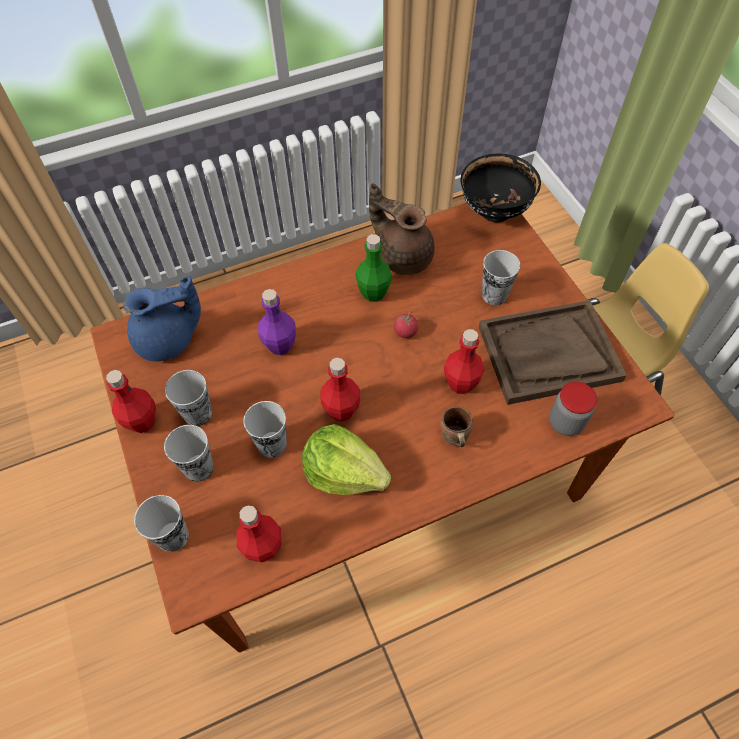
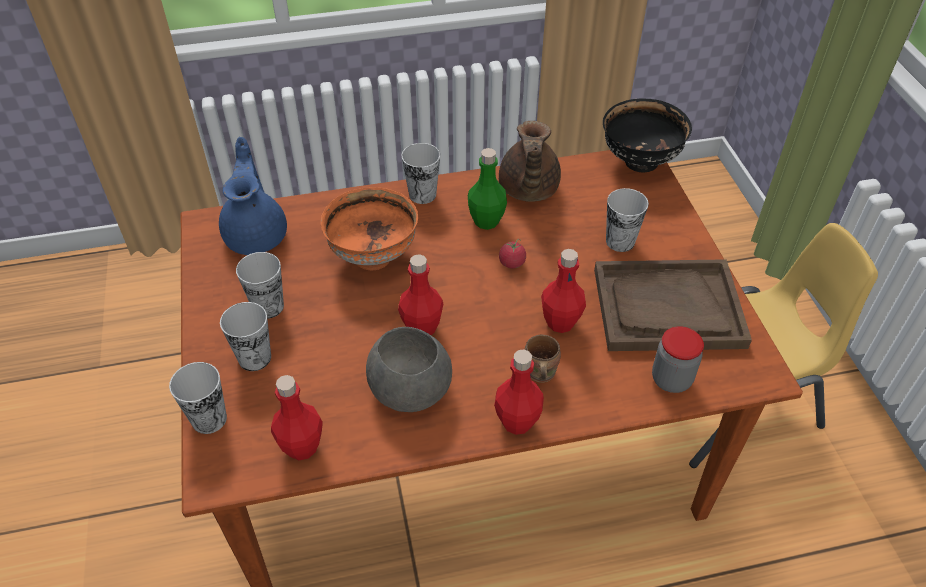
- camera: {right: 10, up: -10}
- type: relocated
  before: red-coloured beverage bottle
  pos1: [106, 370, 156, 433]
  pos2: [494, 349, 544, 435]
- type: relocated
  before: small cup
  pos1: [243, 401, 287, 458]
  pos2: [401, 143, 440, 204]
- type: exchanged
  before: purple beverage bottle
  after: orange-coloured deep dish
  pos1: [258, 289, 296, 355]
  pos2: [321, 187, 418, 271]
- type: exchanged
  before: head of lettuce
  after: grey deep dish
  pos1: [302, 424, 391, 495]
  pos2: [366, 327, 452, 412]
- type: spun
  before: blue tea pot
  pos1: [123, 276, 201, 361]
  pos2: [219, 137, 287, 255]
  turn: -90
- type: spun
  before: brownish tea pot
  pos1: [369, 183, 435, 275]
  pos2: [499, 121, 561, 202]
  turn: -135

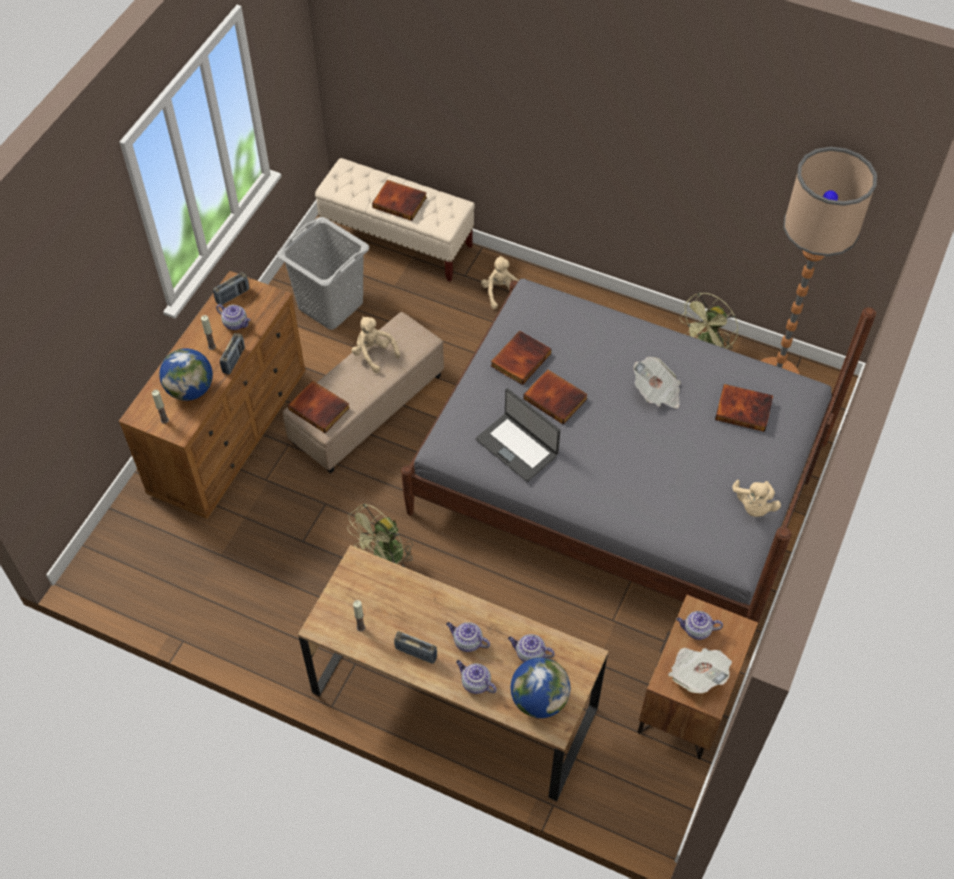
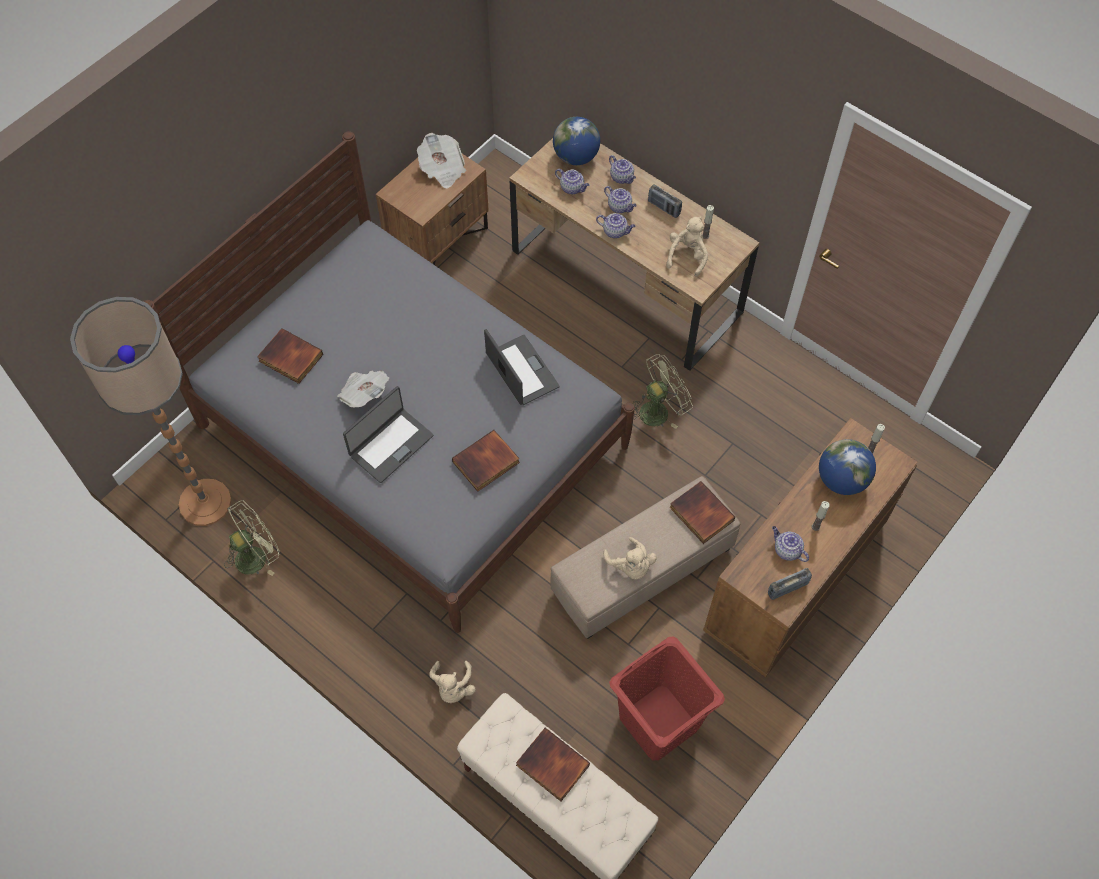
- camera: {right: -165, up: 5}
- type: missing
  before: radio receiver
  pos1: [220, 333, 245, 375]
- type: missing
  before: bound book
  pos1: [523, 369, 588, 425]
- type: appeared
  after: laptop
  pos2: [343, 386, 434, 483]
- type: relocated
  before: tea pot
  pos1: [676, 611, 723, 640]
  pos2: [596, 213, 635, 238]
- type: relocated
  before: beige-coloured soft toy
  pos1: [732, 480, 781, 517]
  pos2: [666, 217, 708, 277]
- type: colour
  before: grey washing basket
  after: red-coloured washing basket
  pos1: [277, 217, 369, 330]
  pos2: [609, 636, 725, 760]

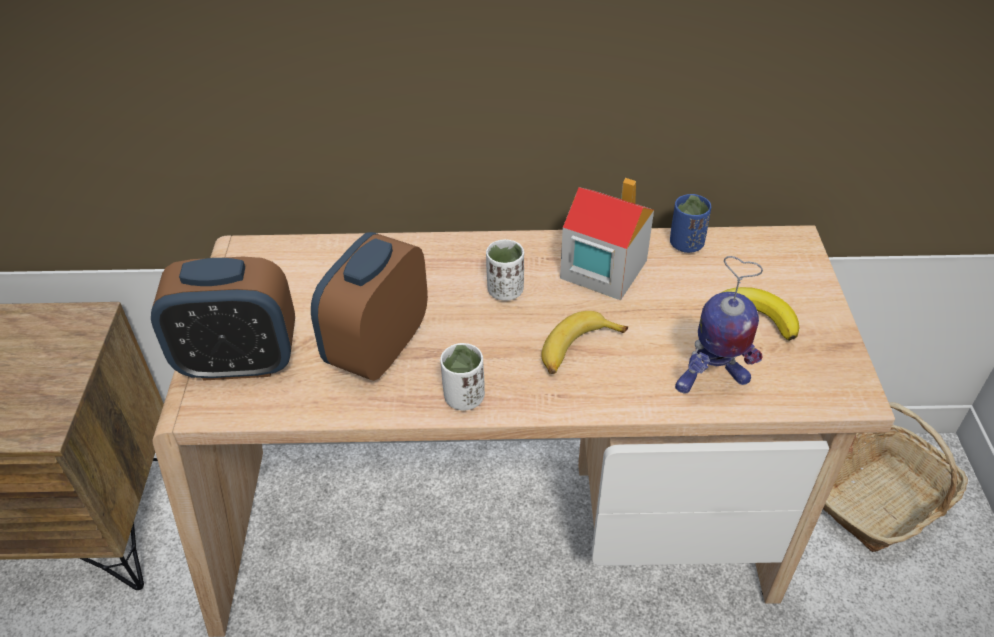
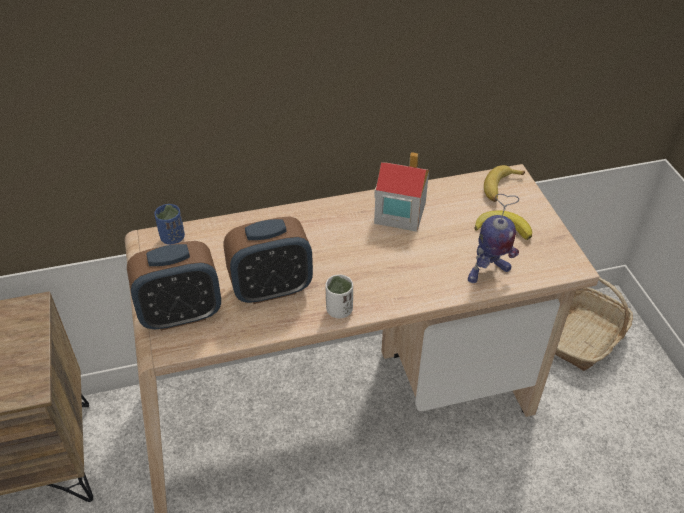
- camera: {right: -15, up: 0}
- type: missing
  before: whitish small cup
  pos1: [486, 239, 524, 301]
- type: relocated
  before: whole banana
  pos1: [541, 311, 628, 374]
  pos2: [484, 165, 525, 202]
- type: relocated
  before: blue small cup
  pos1: [670, 194, 711, 253]
  pos2: [154, 204, 185, 245]
- type: spun
  before: alarm clock
  pos1: [311, 232, 428, 381]
  pos2: [223, 216, 313, 304]
  turn: -120

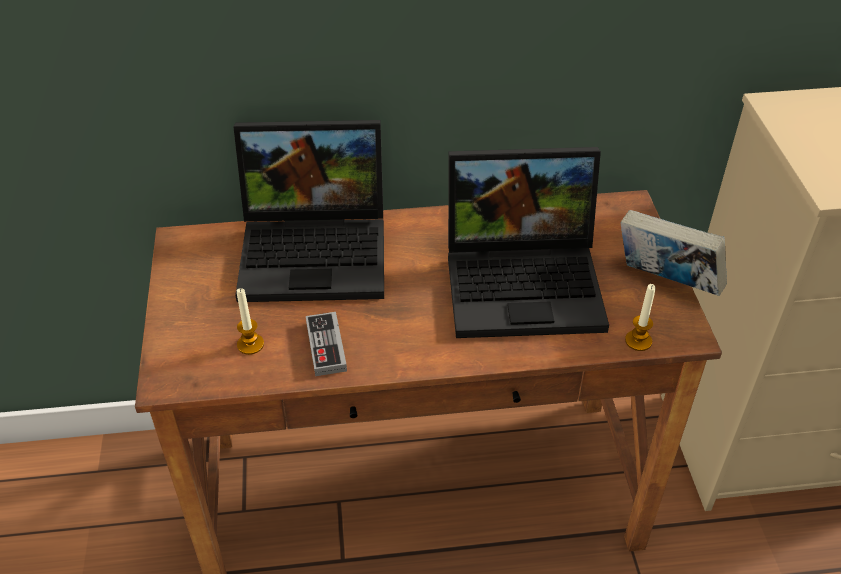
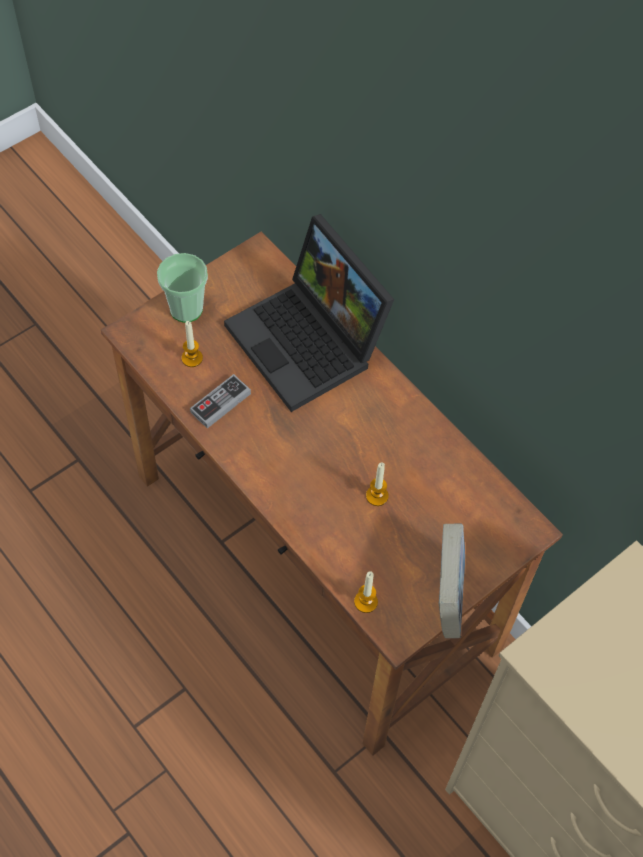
- camera: {right: 55, up: 15}
- type: appeared
  after: small cup
  pos2: [157, 253, 208, 323]
- type: exchanged
  before: laptop
  after: candle
  pos1: [448, 147, 609, 338]
  pos2: [366, 463, 389, 506]

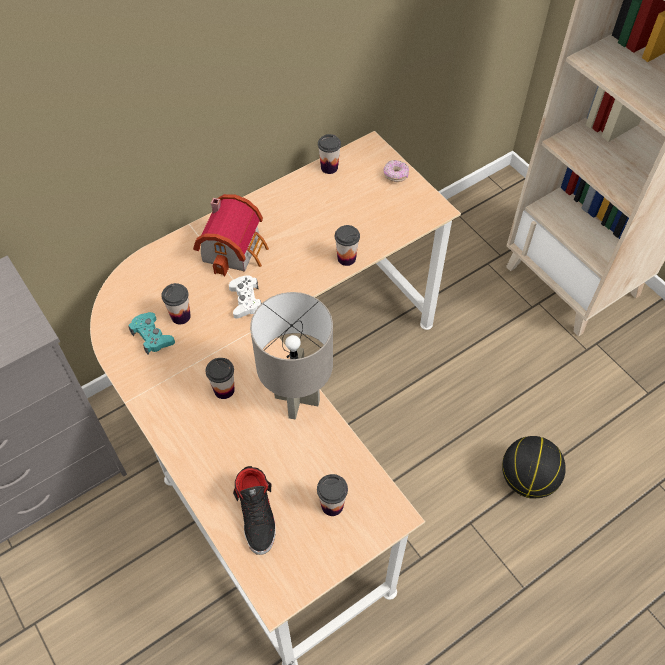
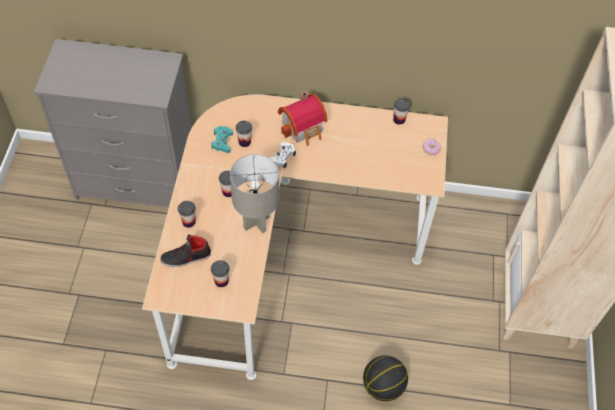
- camera: {right: 40, up: 0}
- type: relocated
  before: small cup
  pos1: [335, 225, 360, 266]
  pos2: [178, 201, 196, 228]
- type: spun
  before: black-coloured item of footwear
  pos1: [233, 466, 276, 555]
  pos2: [160, 234, 211, 267]
  turn: 45

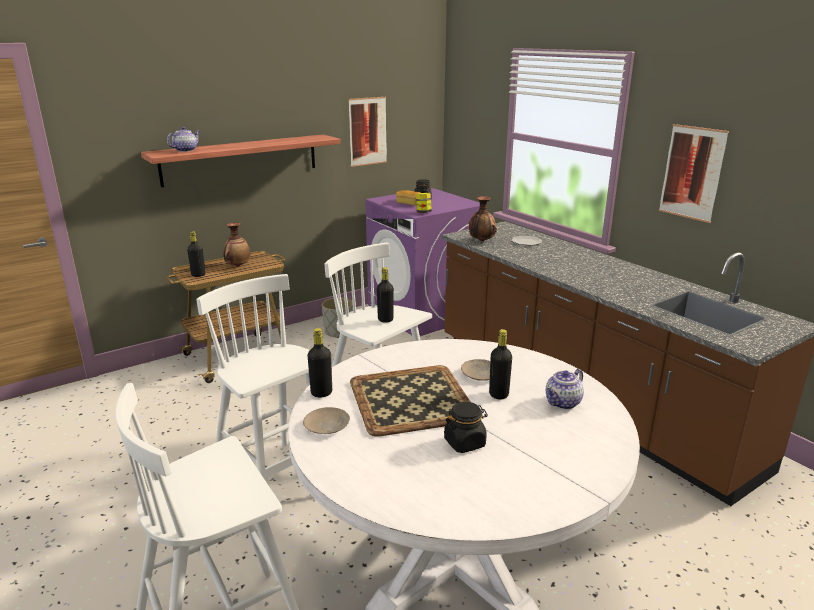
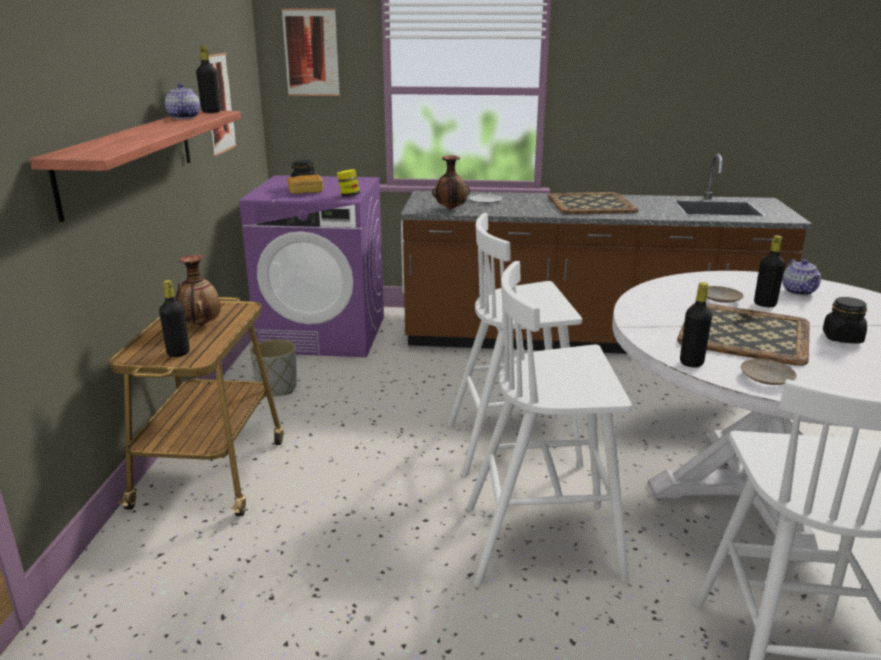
- camera: {right: -50, up: 0}
- type: appeared
  after: serving tray
  pos2: [548, 192, 639, 214]
- type: relocated
  before: tea pot
  pos1: [167, 127, 200, 152]
  pos2: [165, 83, 200, 119]
- type: relocated
  before: black-coloured beverage bottle
  pos1: [377, 267, 394, 323]
  pos2: [196, 46, 221, 113]
- type: relocated
  before: wall picture
  pos1: [659, 124, 729, 223]
  pos2: [282, 9, 340, 96]

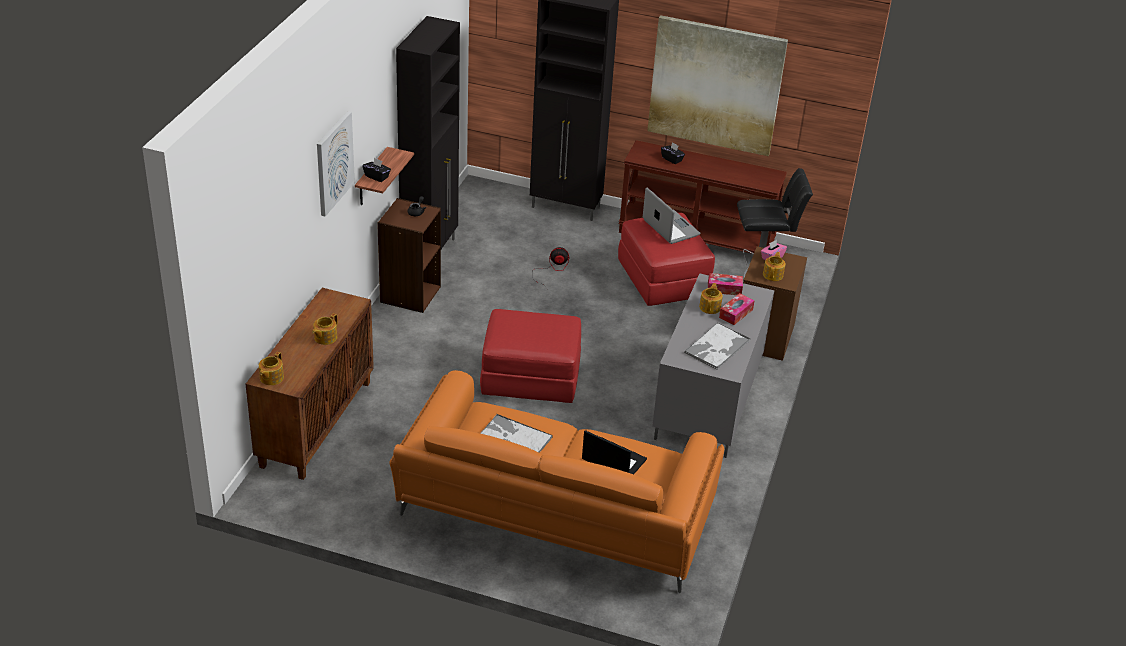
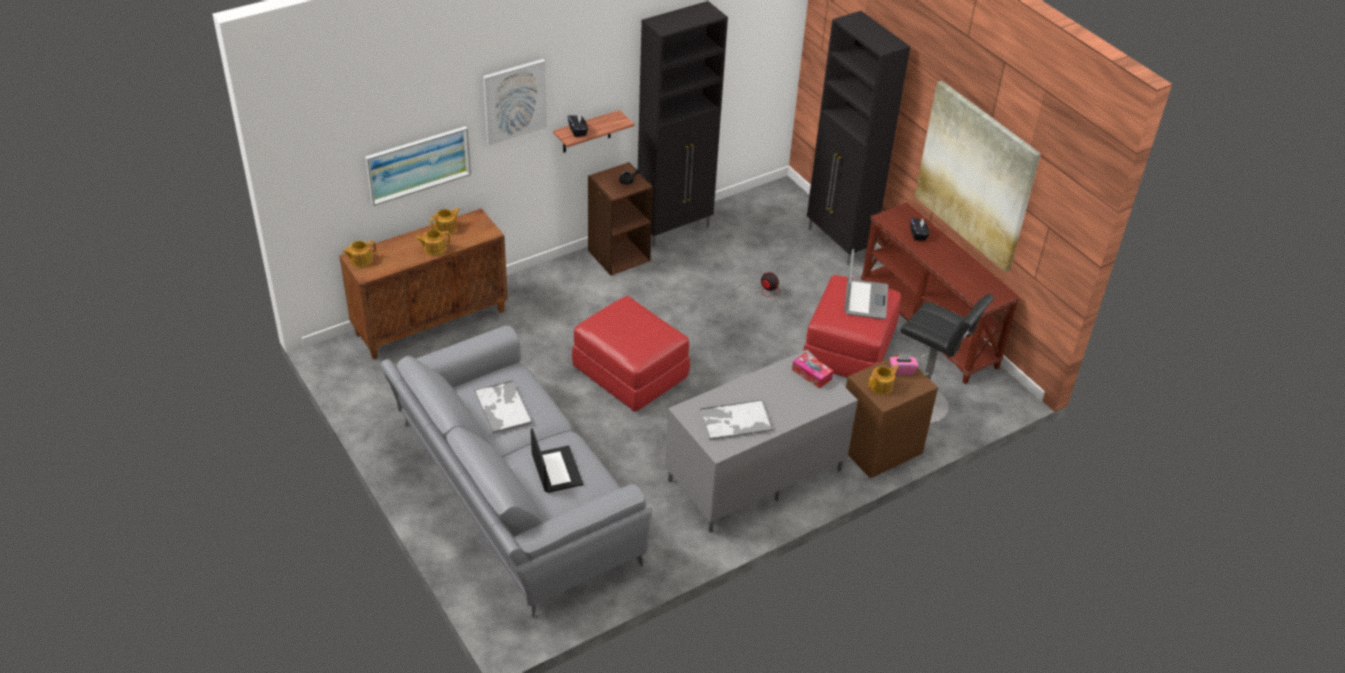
- camera: {right: 40, up: 5}
- type: missing
  before: tissue box
  pos1: [719, 293, 754, 325]
- type: appeared
  after: wall picture
  pos2: [365, 126, 471, 206]
- type: relocated
  before: tea pot
  pos1: [699, 283, 723, 314]
  pos2: [430, 208, 460, 235]
- type: colour
  before: orange-coloured settee
  after: grey settee
  pos1: [389, 370, 724, 593]
  pos2: [381, 325, 652, 617]

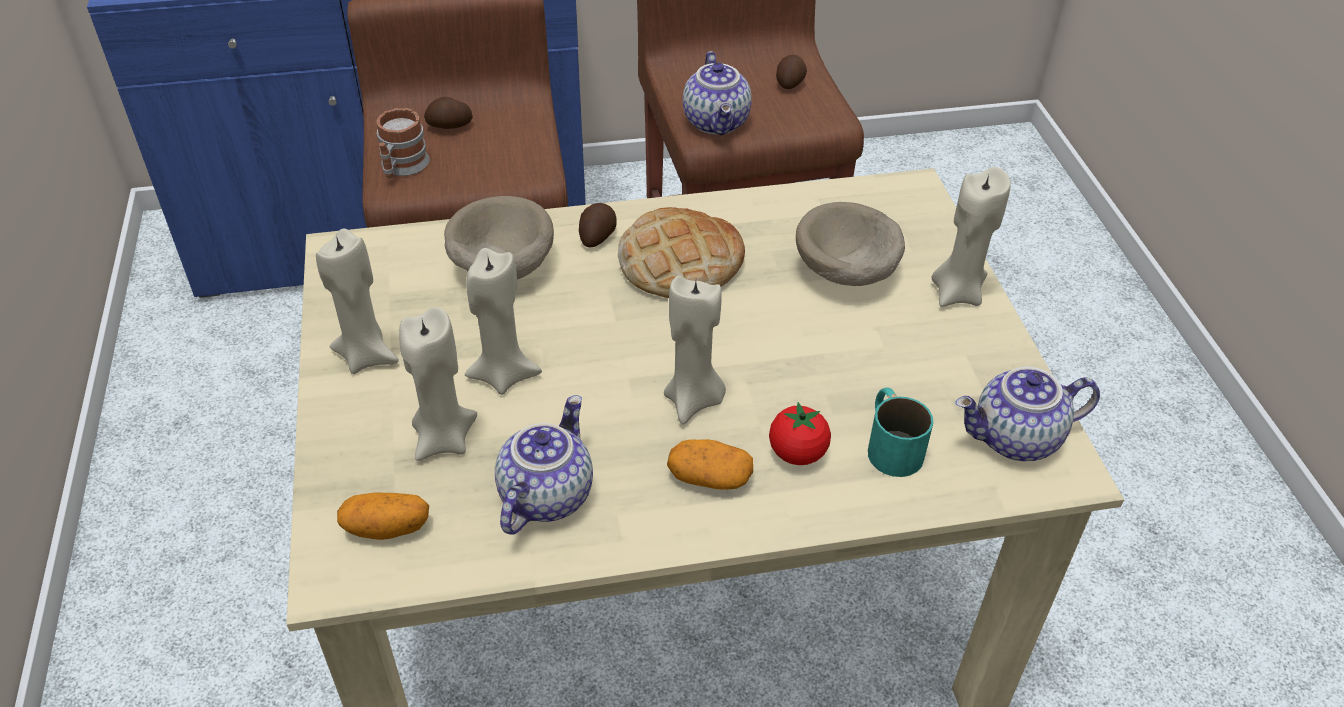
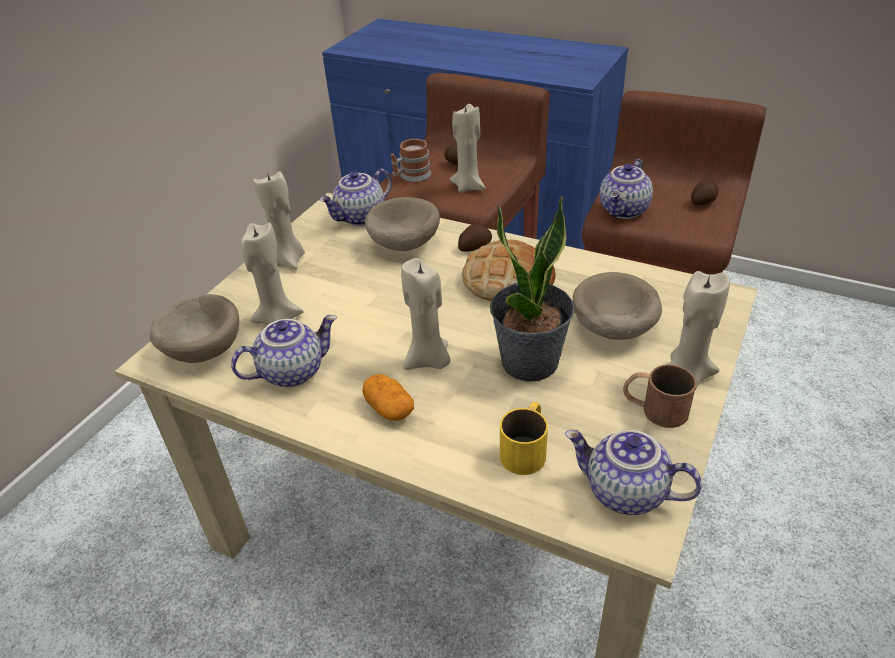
- camera: {right: 40, up: -5}
- type: missing
  before: whole tomato
  pos1: [769, 402, 831, 465]
- type: appeared
  after: tea pot
  pos2: [319, 169, 392, 226]
- type: appeared
  after: plant in a pot
  pos2: [490, 196, 575, 382]
- type: appeared
  after: brownish mug
  pos2: [623, 365, 697, 428]
- type: relocated
  before: beige-coloured candle
  pos1: [465, 248, 542, 395]
  pos2: [450, 104, 486, 193]
- type: exchanged
  before: potato
  after: beige-coloured deep dish
  pos1: [337, 492, 429, 540]
  pos2: [149, 294, 239, 363]
- type: colour
  before: turquoise-coloured mug
  after: yellow mug
  pos1: [868, 388, 933, 477]
  pos2: [500, 402, 548, 475]

